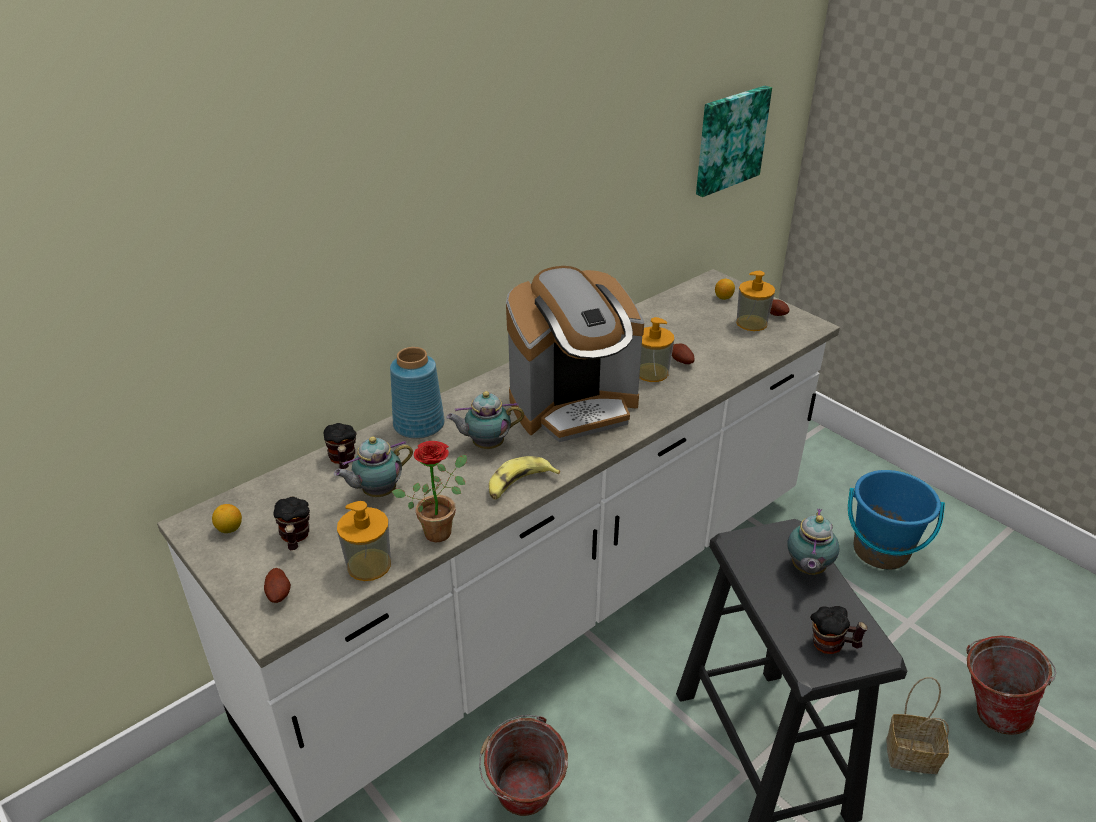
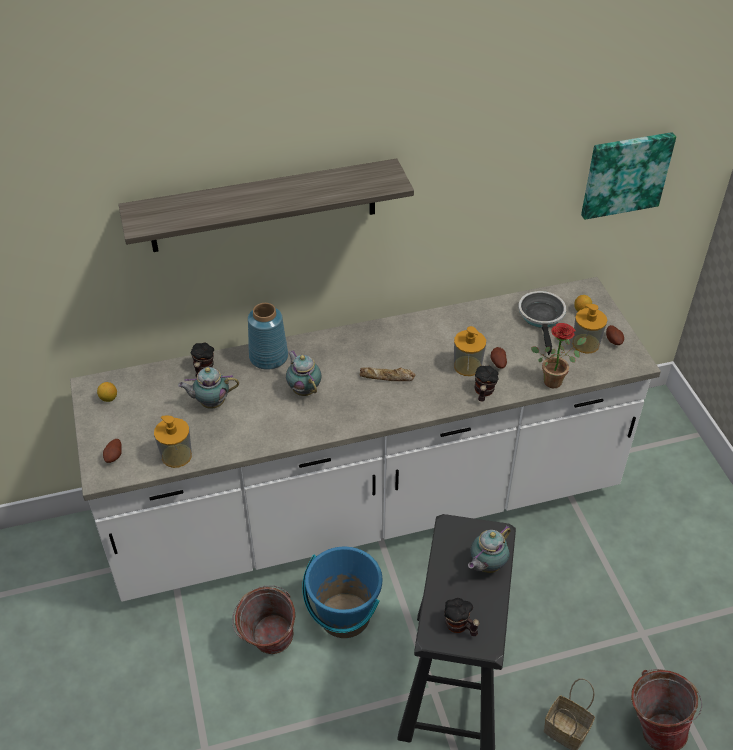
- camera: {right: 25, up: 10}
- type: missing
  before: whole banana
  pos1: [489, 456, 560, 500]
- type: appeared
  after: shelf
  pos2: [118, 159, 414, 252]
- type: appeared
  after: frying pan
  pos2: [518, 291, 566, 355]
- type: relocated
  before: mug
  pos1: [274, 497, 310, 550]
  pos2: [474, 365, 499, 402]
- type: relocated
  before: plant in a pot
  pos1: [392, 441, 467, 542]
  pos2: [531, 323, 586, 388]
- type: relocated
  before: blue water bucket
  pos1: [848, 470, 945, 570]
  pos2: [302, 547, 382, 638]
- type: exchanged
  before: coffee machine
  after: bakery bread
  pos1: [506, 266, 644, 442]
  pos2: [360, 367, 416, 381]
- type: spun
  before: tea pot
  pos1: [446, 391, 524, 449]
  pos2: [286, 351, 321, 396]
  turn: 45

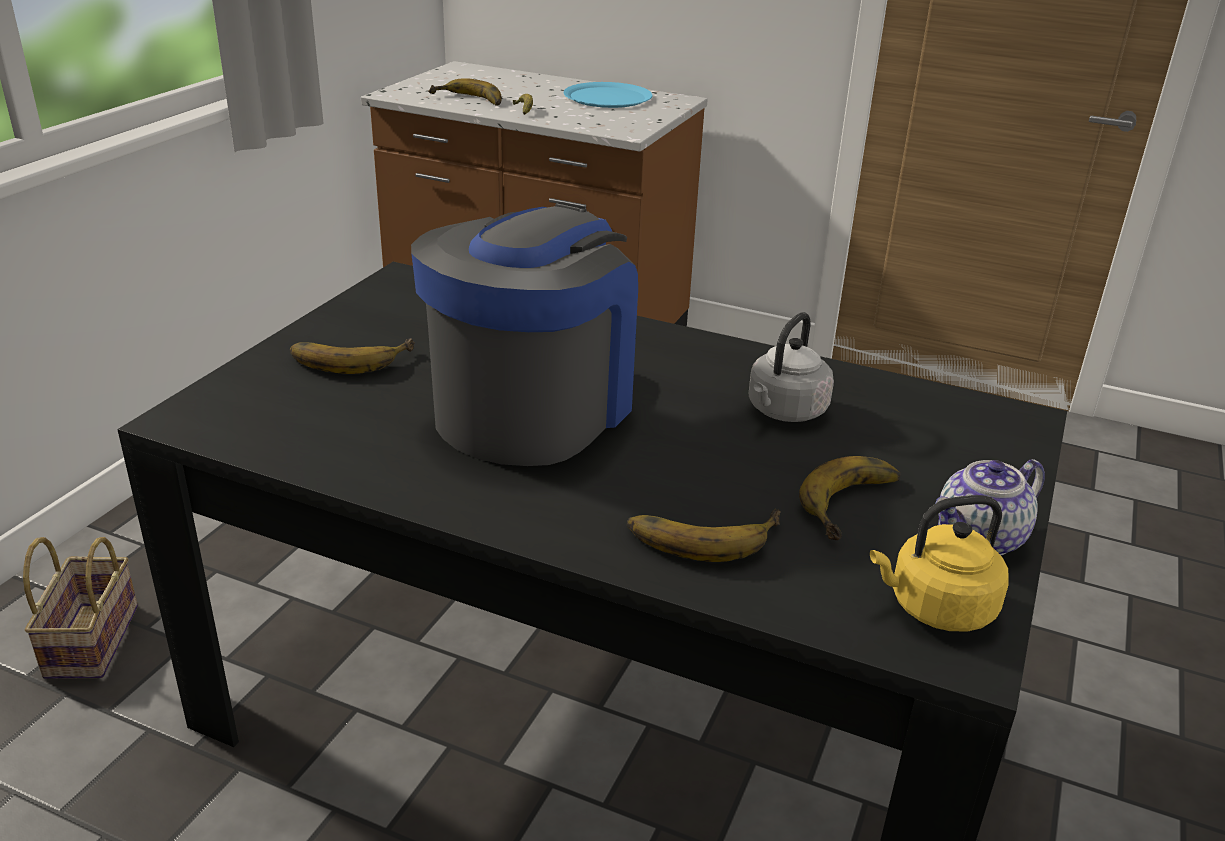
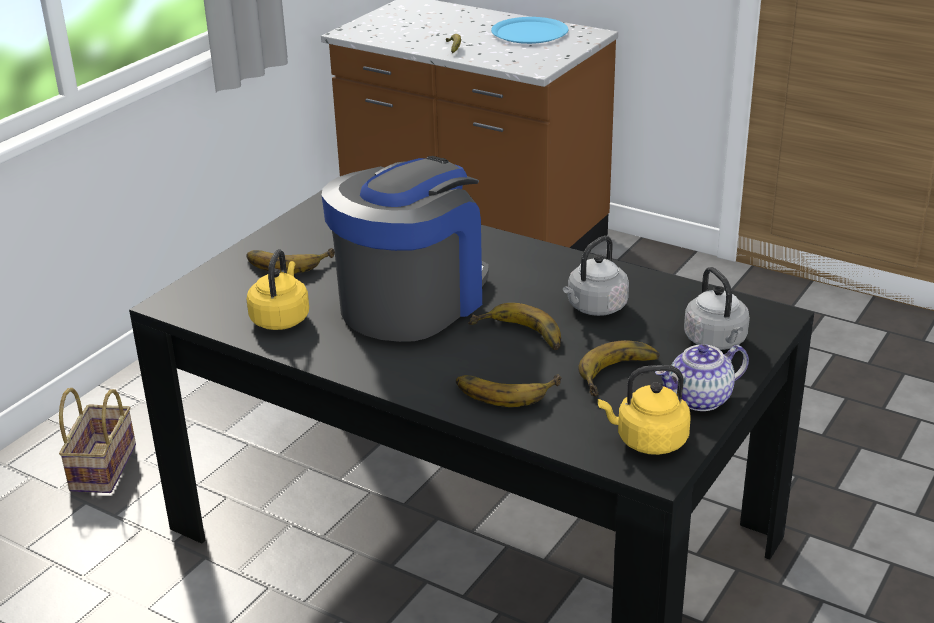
- camera: {right: 10, up: 0}
- type: appeared
  after: yellow kettle
  pos2: [246, 249, 309, 330]
- type: appeared
  after: grey kettle
  pos2: [684, 267, 750, 350]
- type: relocated
  before: whole banana
  pos1: [428, 78, 502, 106]
  pos2: [468, 303, 561, 350]

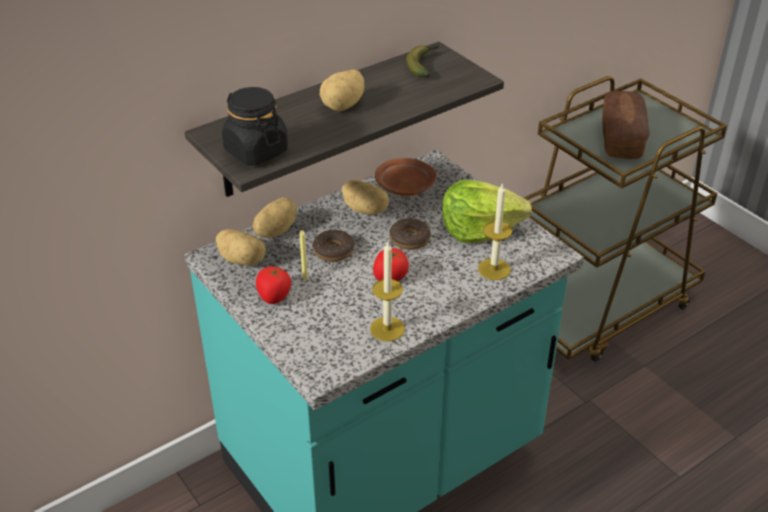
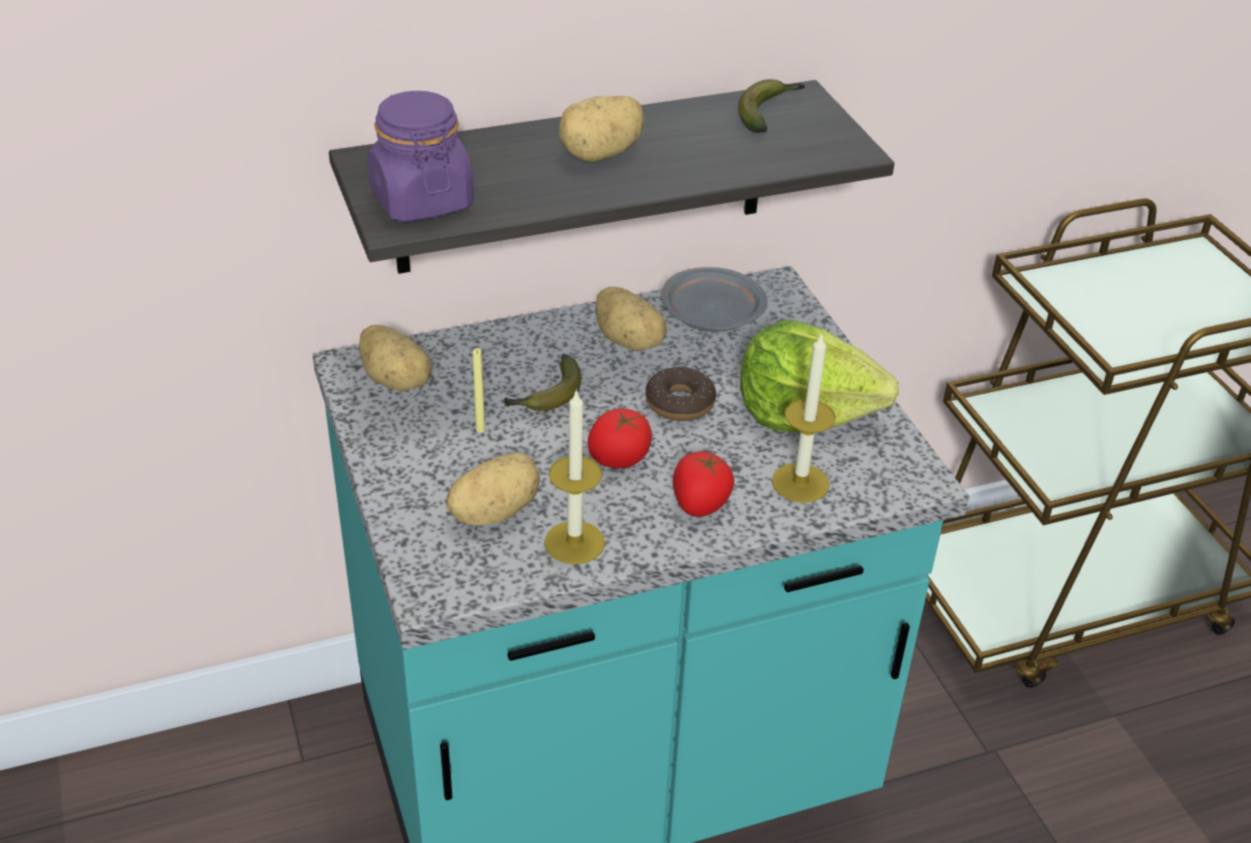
- camera: {right: 15, up: 0}
- type: missing
  before: bakery bread
  pos1: [602, 91, 650, 159]
- type: relocated
  before: potato
  pos1: [253, 197, 297, 238]
  pos2: [447, 452, 540, 525]
- type: relocated
  before: whole tomato
  pos1: [256, 265, 291, 304]
  pos2: [673, 451, 734, 517]
- type: exchanged
  before: ring doughnut
  after: whole banana
  pos1: [312, 230, 354, 262]
  pos2: [504, 354, 581, 411]
- type: colour
  before: black-coloured storage jar
  after: purple storage jar
  pos1: [222, 87, 288, 165]
  pos2: [367, 91, 474, 222]
- type: colour
  before: brownish flat dish
  after: grey flat dish
  pos1: [375, 158, 437, 196]
  pos2: [661, 267, 767, 332]

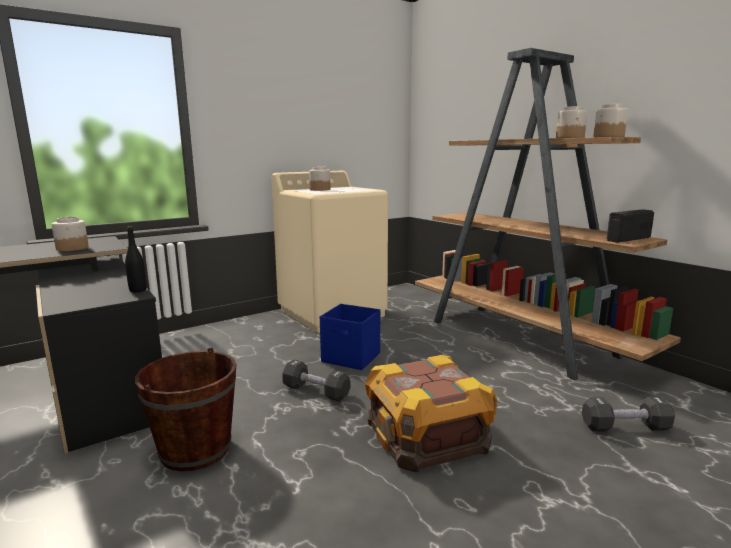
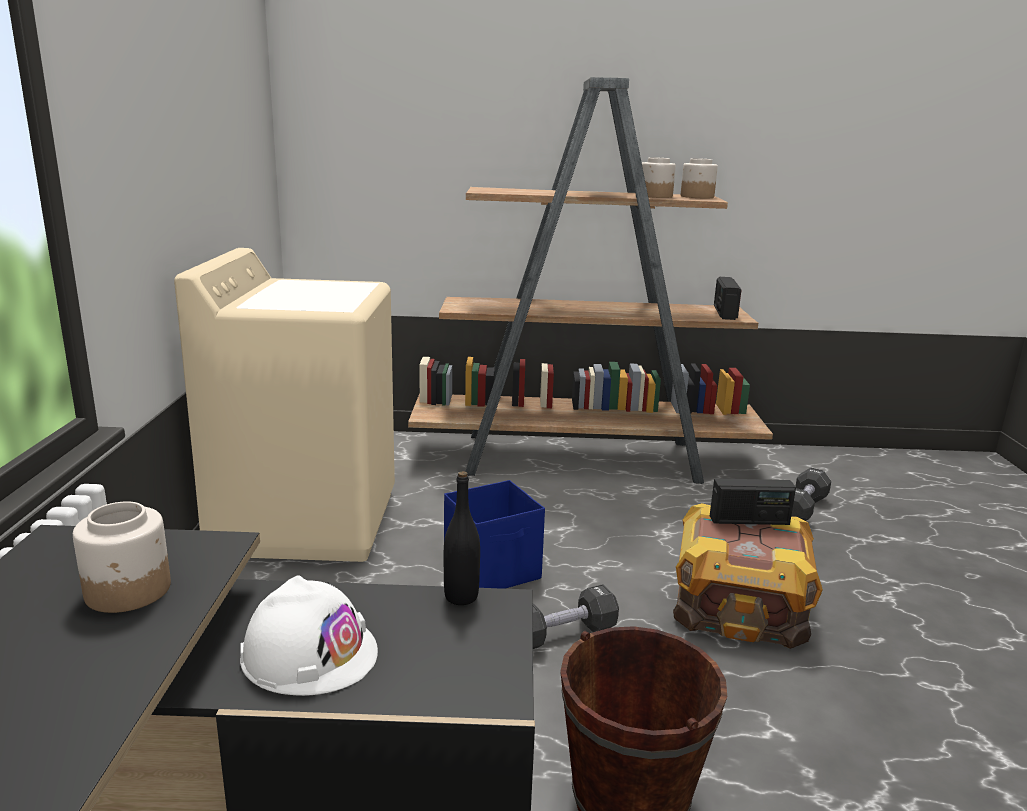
- camera: {right: -55, up: 5}
- type: missing
  before: storage jar
  pos1: [309, 167, 330, 191]
- type: appeared
  after: whitish hard hat
  pos2: [240, 575, 378, 696]
- type: appeared
  after: radio receiver
  pos2: [710, 478, 796, 525]

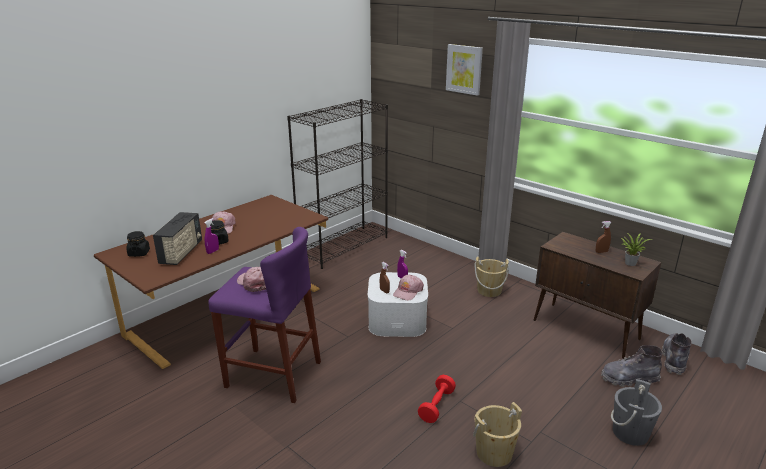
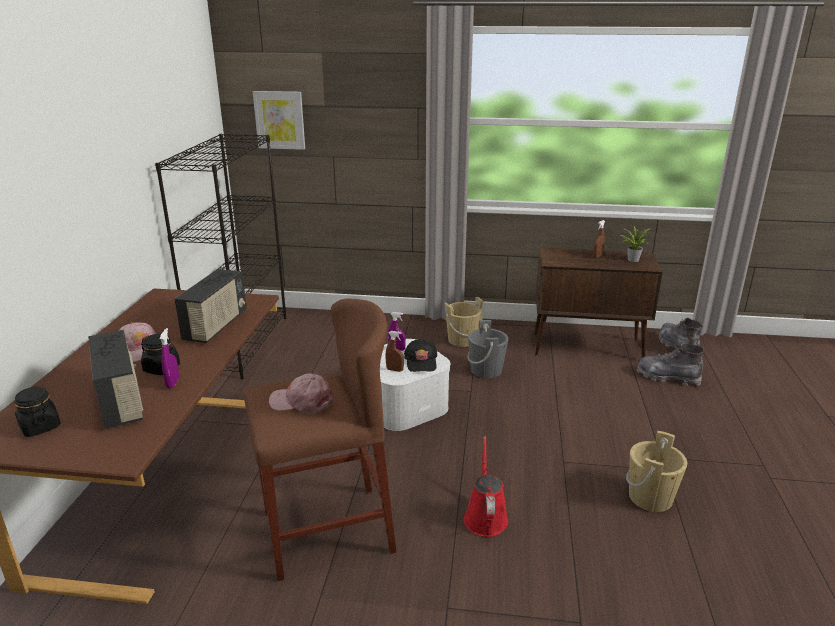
- camera: {right: -35, up: 0}
- type: missing
  before: red-coloured hand weight
  pos1: [418, 375, 456, 423]
- type: appeared
  after: radio receiver
  pos2: [175, 269, 247, 343]
- type: appeared
  after: red-coloured watering pot
  pos2: [464, 436, 508, 537]
- type: relocated
  before: wall picture
  pos1: [446, 44, 483, 96]
  pos2: [253, 91, 305, 150]
- type: relocated
  before: grey water bucket
  pos1: [611, 379, 662, 446]
  pos2: [468, 320, 508, 378]
- type: colour
  before: purple stool
  after: brownish stool
  pos1: [209, 227, 321, 403]
  pos2: [244, 298, 396, 581]
- type: colour
  before: pinkish cap
  after: black-coloured cap
  pos1: [393, 275, 424, 300]
  pos2: [404, 339, 437, 372]
- type: spun
  before: grey boot
  pos1: [601, 345, 663, 387]
  pos2: [637, 343, 704, 386]
  turn: 60

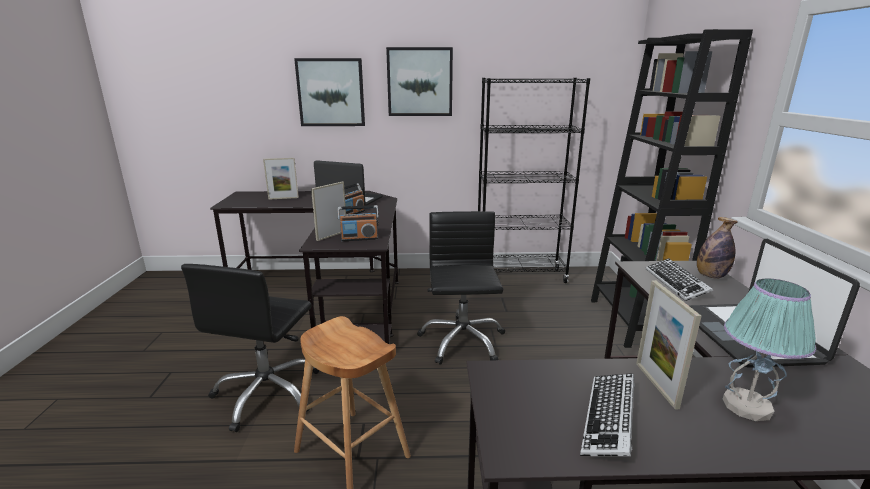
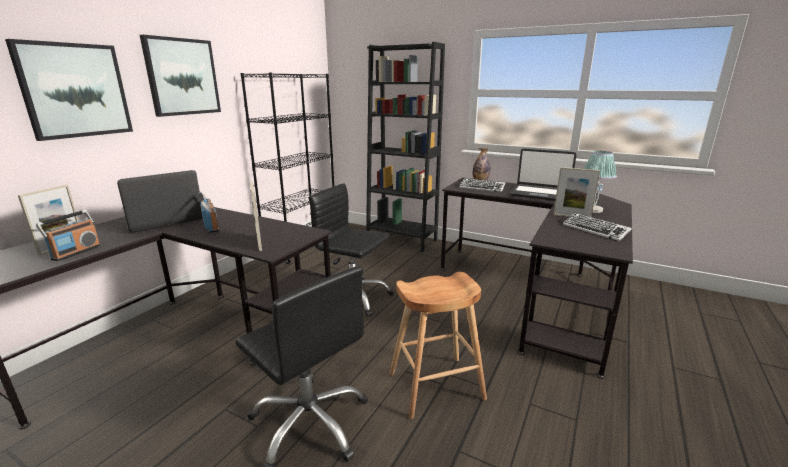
- camera: {right: -60, up: 0}
- type: relocated
  before: radio receiver
  pos1: [338, 205, 379, 241]
  pos2: [36, 210, 101, 261]

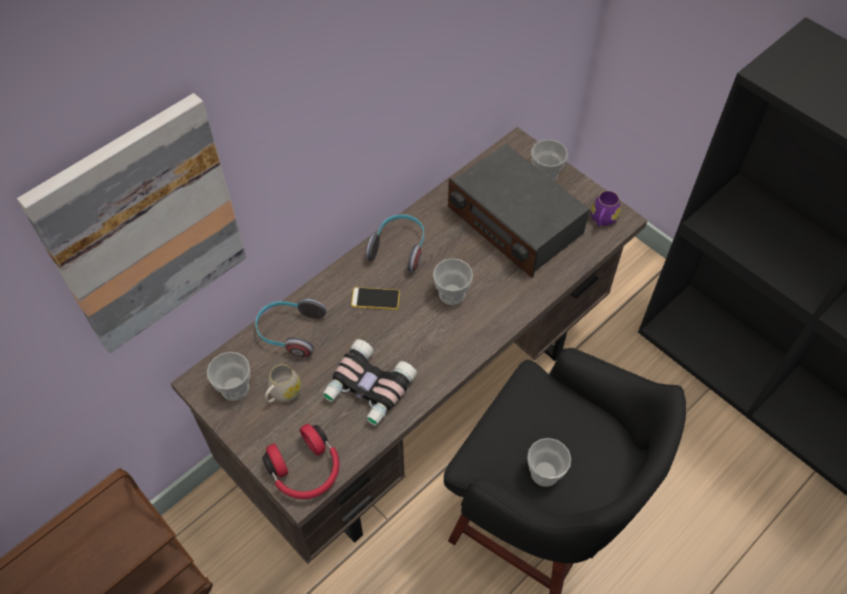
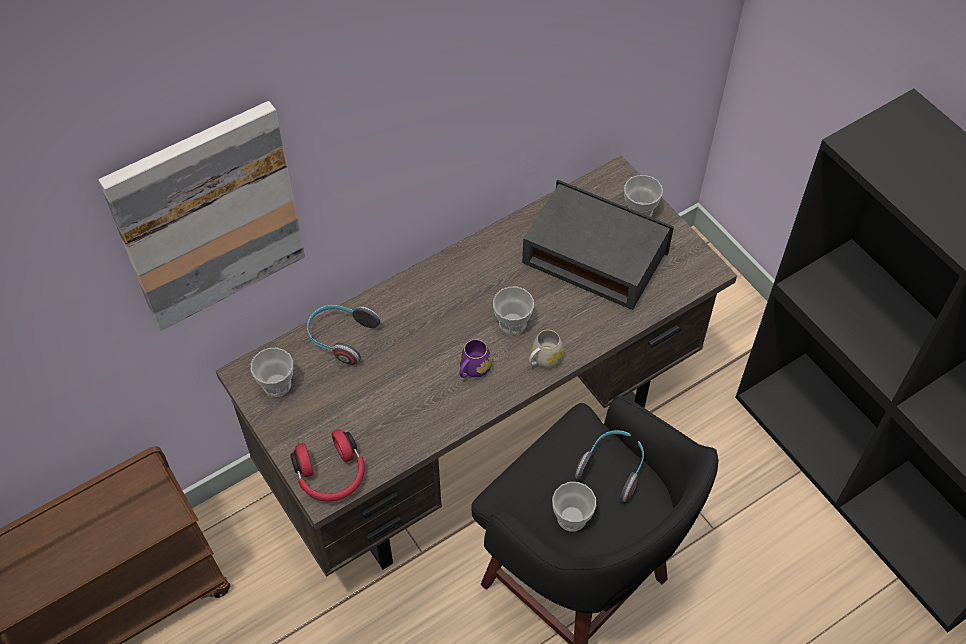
- camera: {right: 10, up: 0}
- type: missing
  before: binoculars
  pos1: [322, 339, 417, 426]
- type: missing
  before: handset
  pos1: [351, 287, 400, 310]
- type: relocated
  before: whitish mug
  pos1: [265, 364, 301, 403]
  pos2: [529, 330, 564, 367]
- type: relocated
  before: pair of headphones
  pos1: [366, 214, 424, 272]
  pos2: [575, 430, 644, 502]
- type: relocated
  before: purple mug
  pos1: [591, 191, 620, 227]
  pos2: [459, 339, 492, 378]
- type: spun
  before: radio receiver
  pos1: [448, 144, 590, 278]
  pos2: [522, 179, 674, 310]
  turn: 150

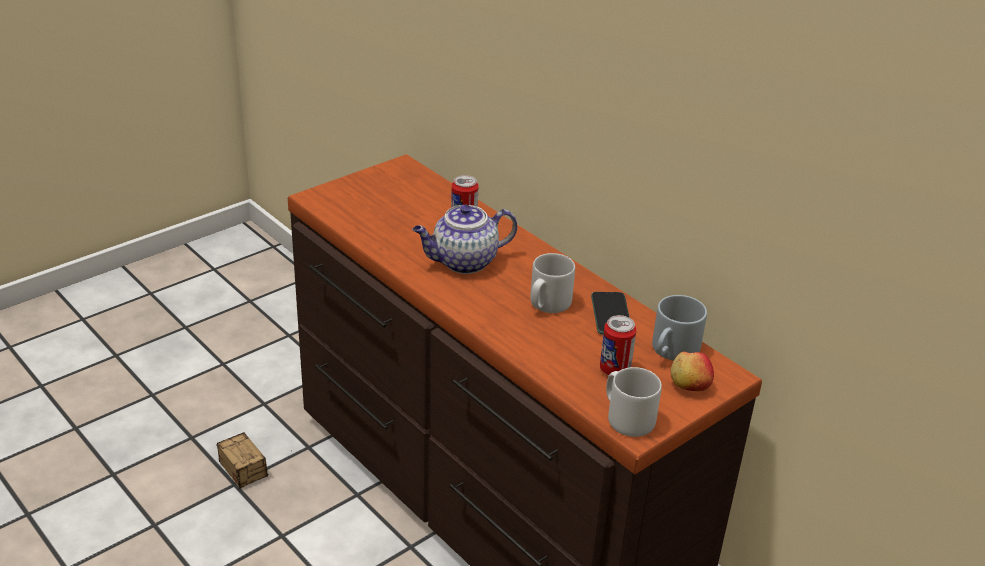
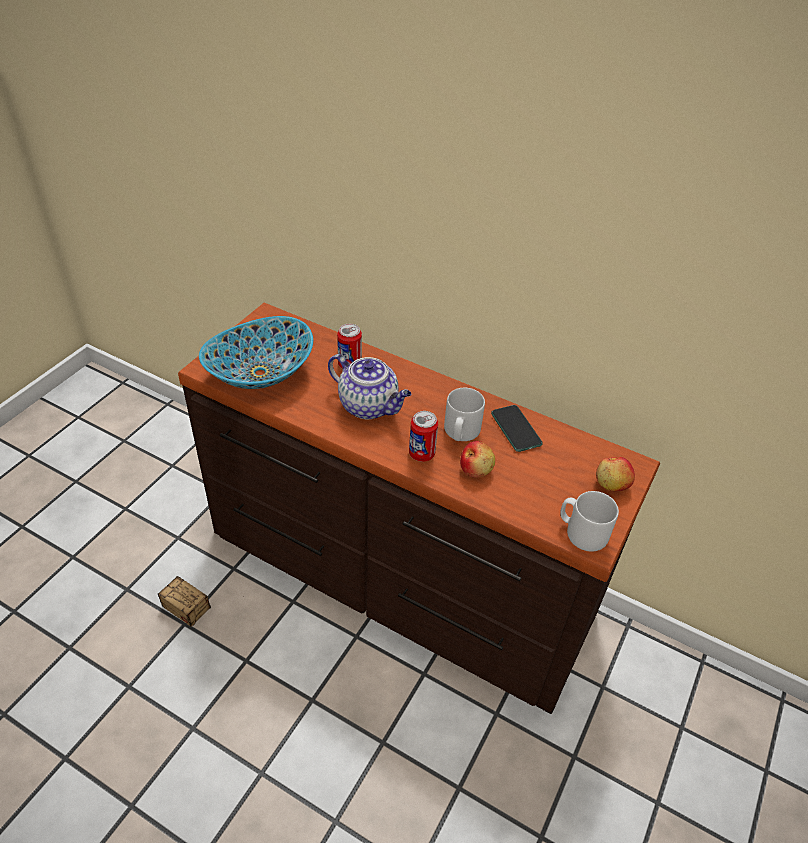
- camera: {right: -20, up: 10}
- type: missing
  before: grey mug
  pos1: [652, 295, 707, 361]
- type: appeared
  after: deep dish
  pos2: [199, 316, 313, 389]
- type: appeared
  after: whole apple
  pos2: [460, 441, 495, 478]
- type: relocated
  before: sealed can
  pos1: [600, 315, 637, 375]
  pos2: [409, 411, 438, 462]
- type: spun
  before: tea pot
  pos1: [413, 205, 517, 274]
  pos2: [328, 354, 411, 419]
  turn: -105

